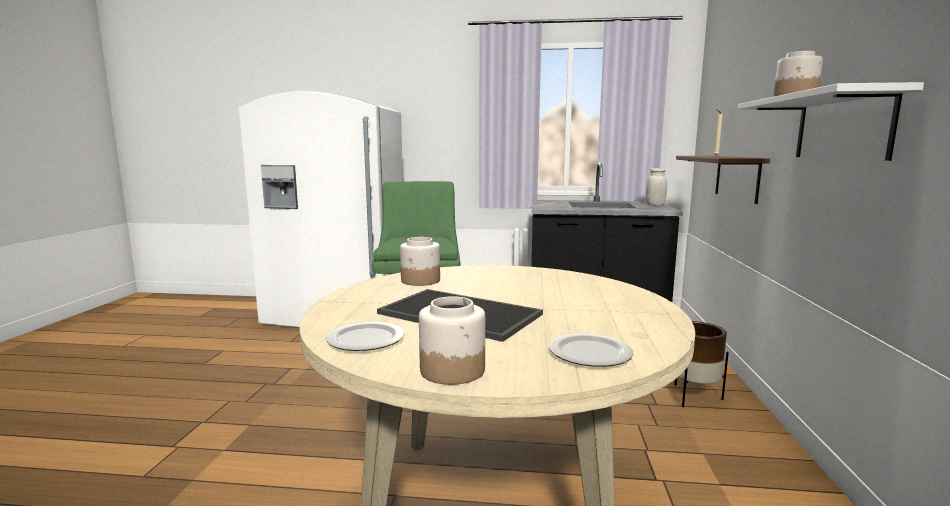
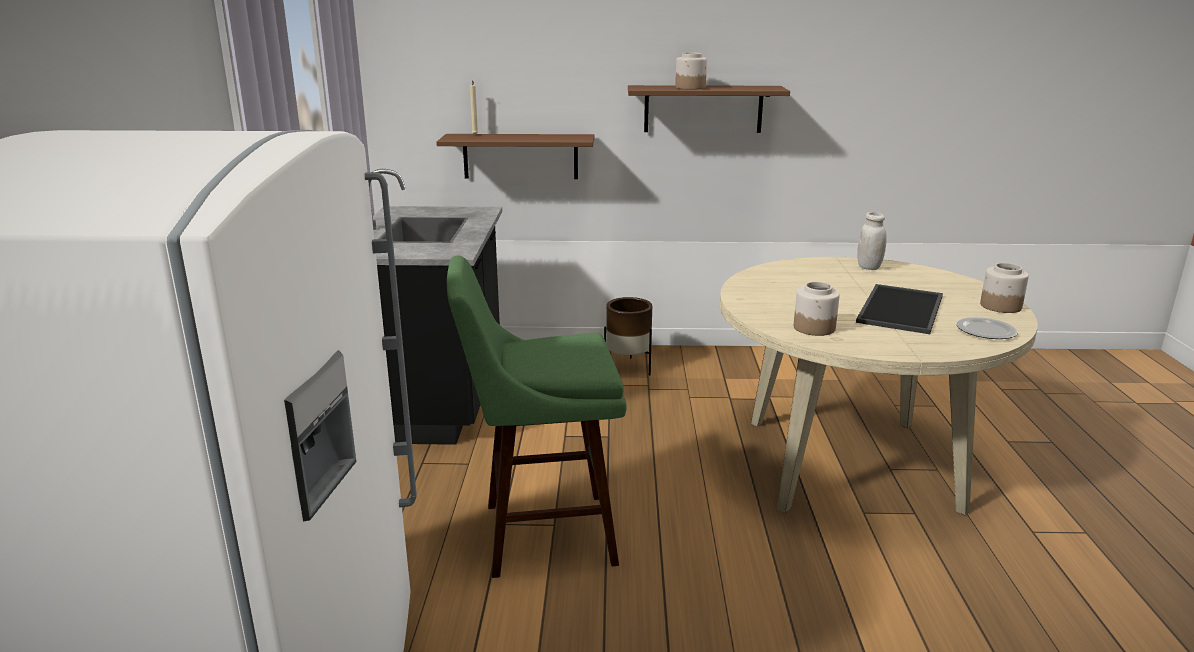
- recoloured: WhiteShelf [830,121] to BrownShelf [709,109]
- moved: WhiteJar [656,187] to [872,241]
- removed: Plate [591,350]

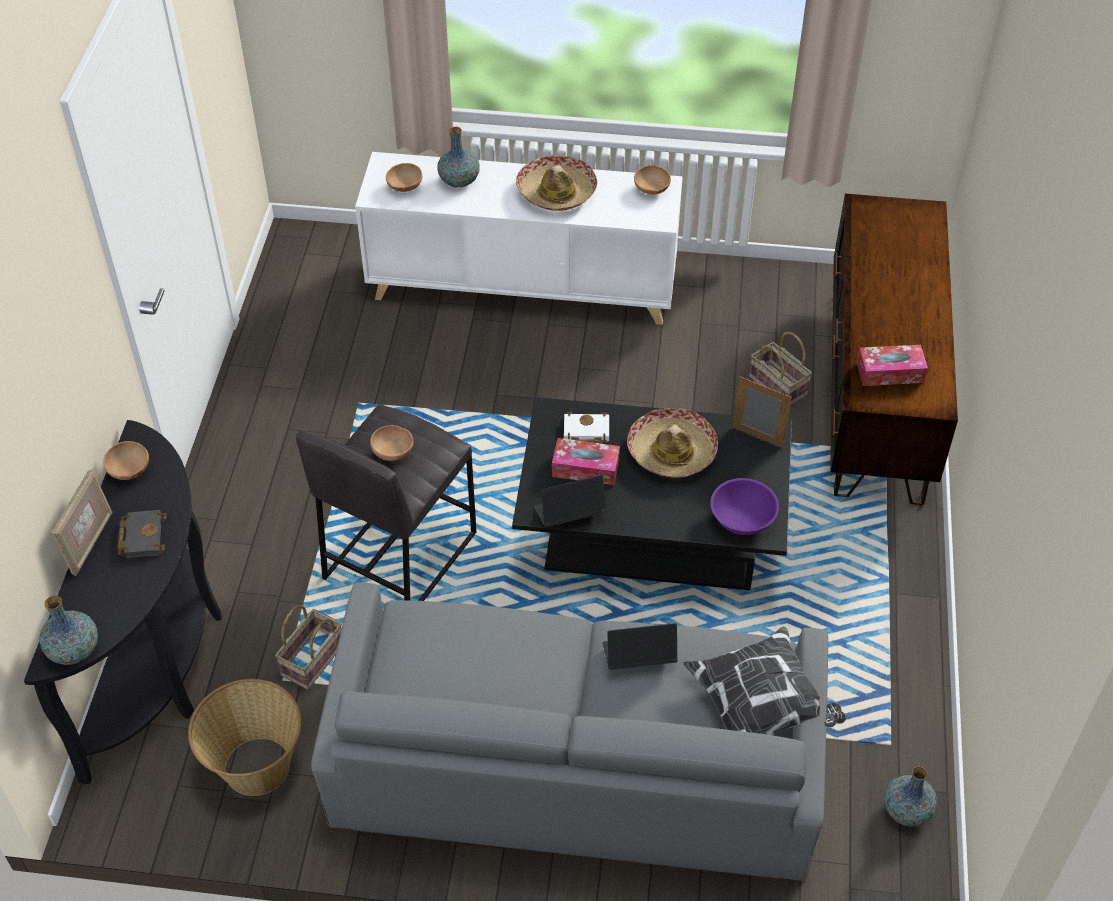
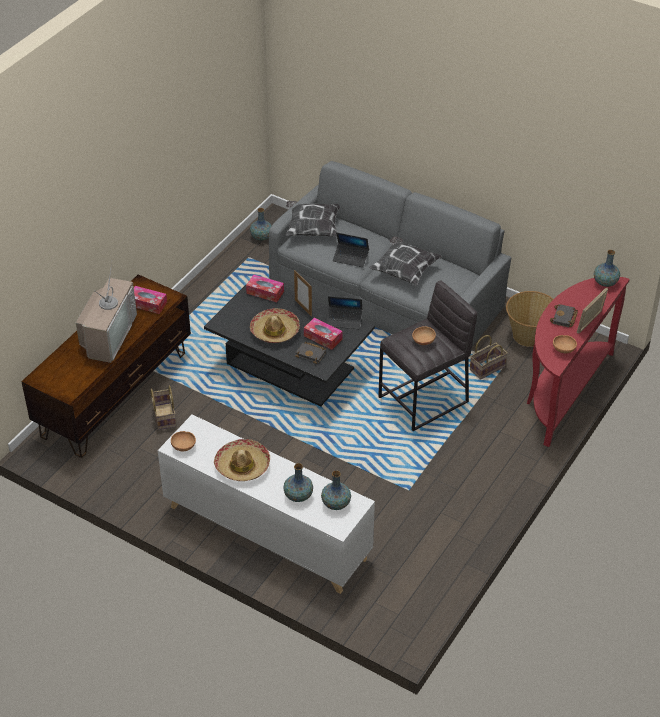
- added: Television [106,313]
- replaced: PurpleBowl [744,506] to TissueBox [265,288]
- moved: PictureFrame [762,411] to [303,293]
- recoloured: WhiteBook [586,428] to BlackBook [310,353]
- replaced: BrownBowl [404,177] to Vase [336,490]
- added: Pillow [405,261]
- recoloured: BlackConsoleTable [123,602] to RedConsoleTable [578,362]

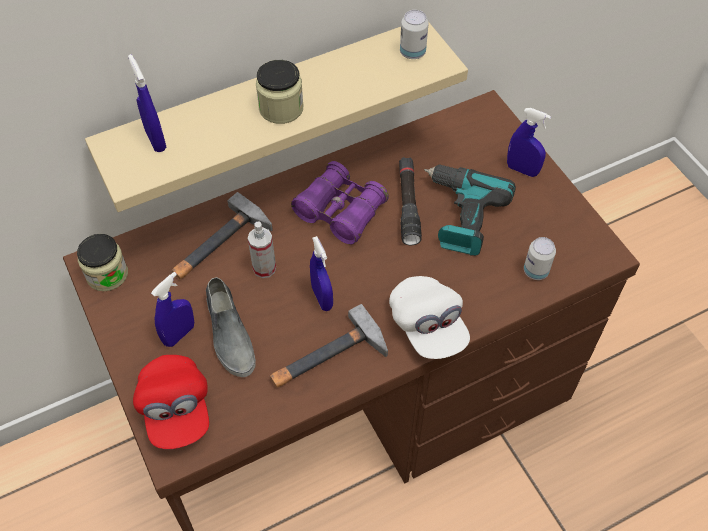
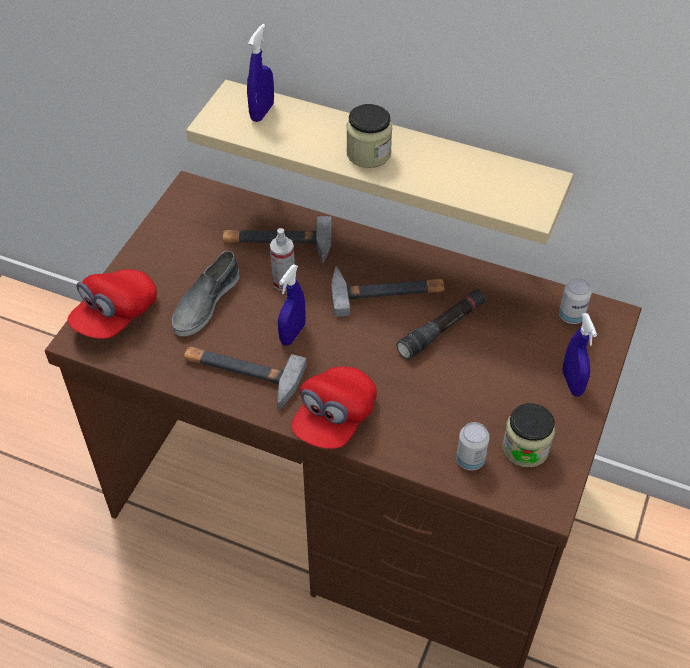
- recoloured: WhiteCap [429,317] to RedCap [334,407]
- replaced: PurpleBinoculars [340,203] to Hammer [387,291]
- moved: Jar [102,262] to [529,435]
- moved: Can [414,34] to [575,301]
- removed: BlueSprayBottle [172,309]
- removed: PowerDrill [470,210]

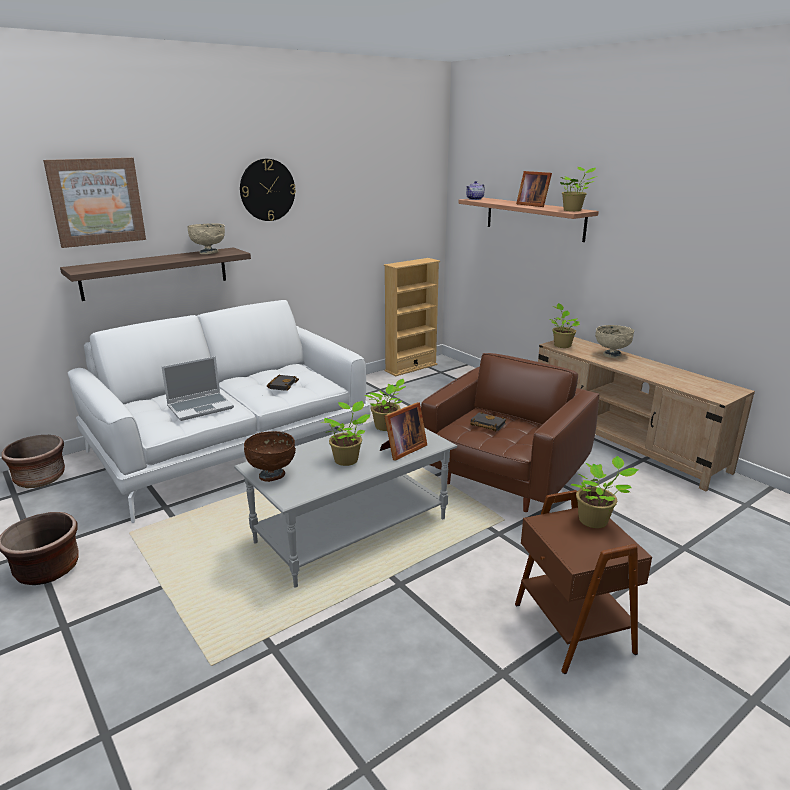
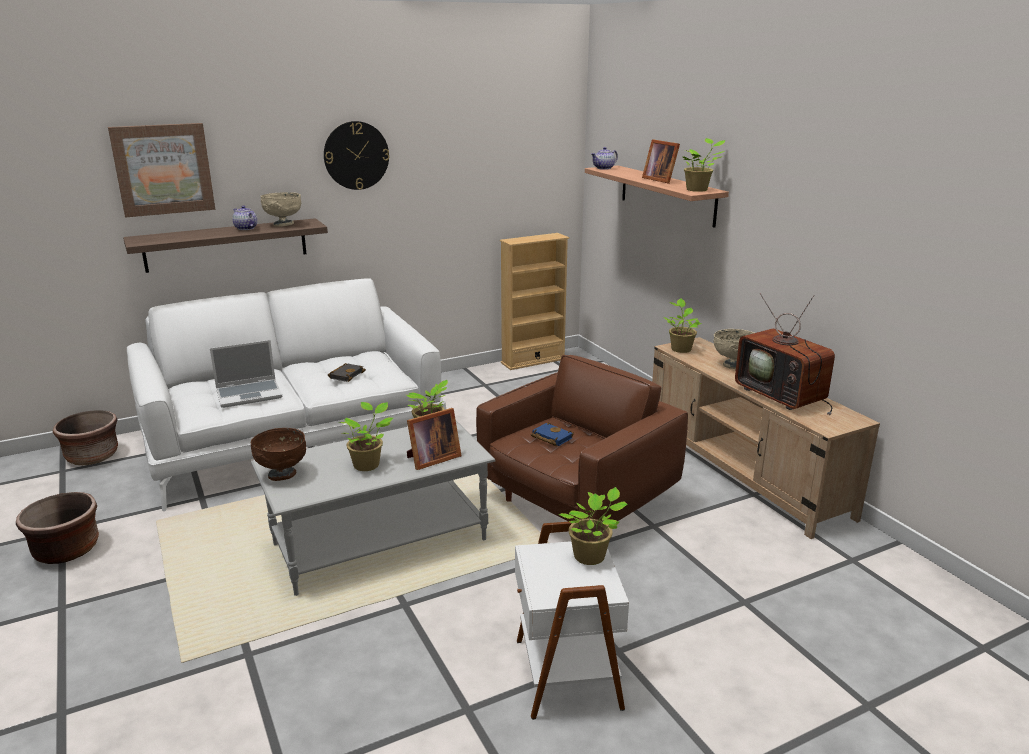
- added: Teapot [244,217]
- recoloured: BrownSideTable [583,582] to WhiteSideTable [572,621]
- recoloured: BlackBook [488,421] to BlueBook [552,434]
- added: Television [785,354]

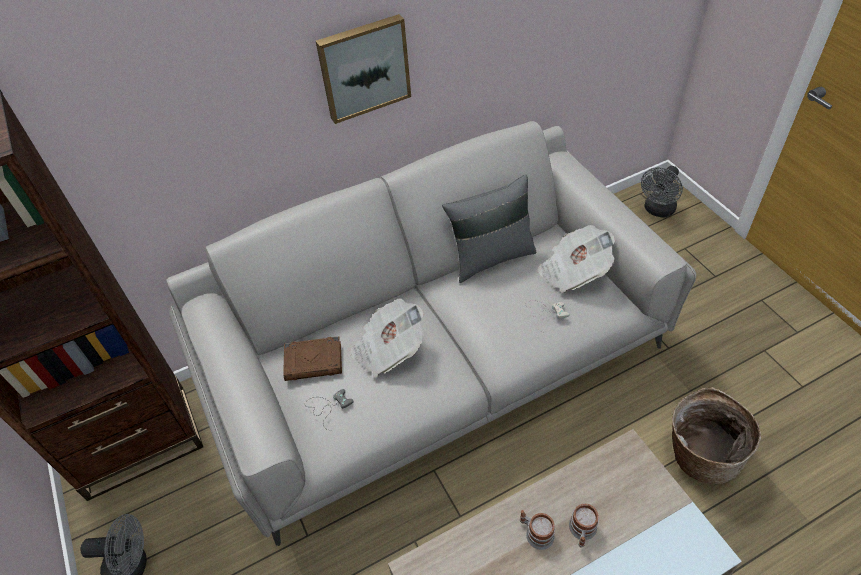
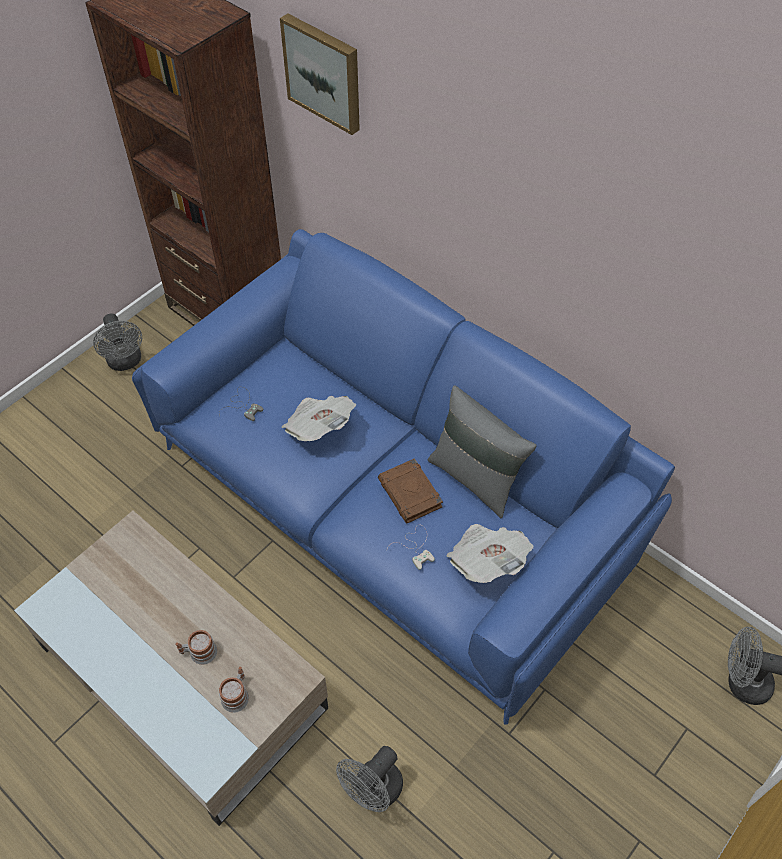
- recoloured: GreySofa [431,333] to BlueSofa [403,477]
- moved: Mug [537,530] to [234,690]
- moved: Picture [363,69] to [320,74]
- replaced: Basket [716,435] to GreyFan [369,779]
- moved: BrownBook [312,358] to [410,490]

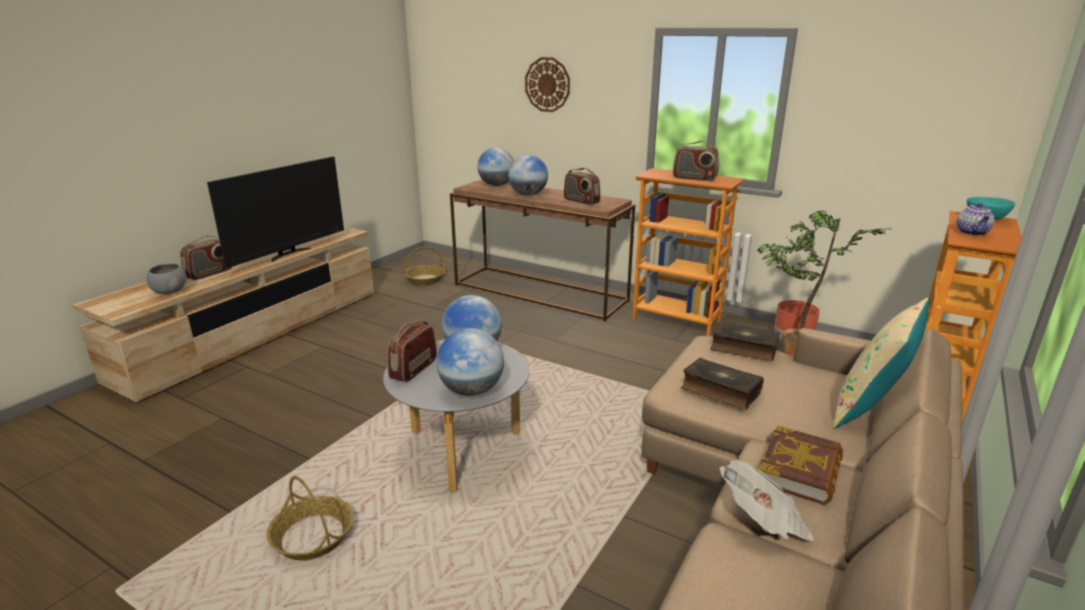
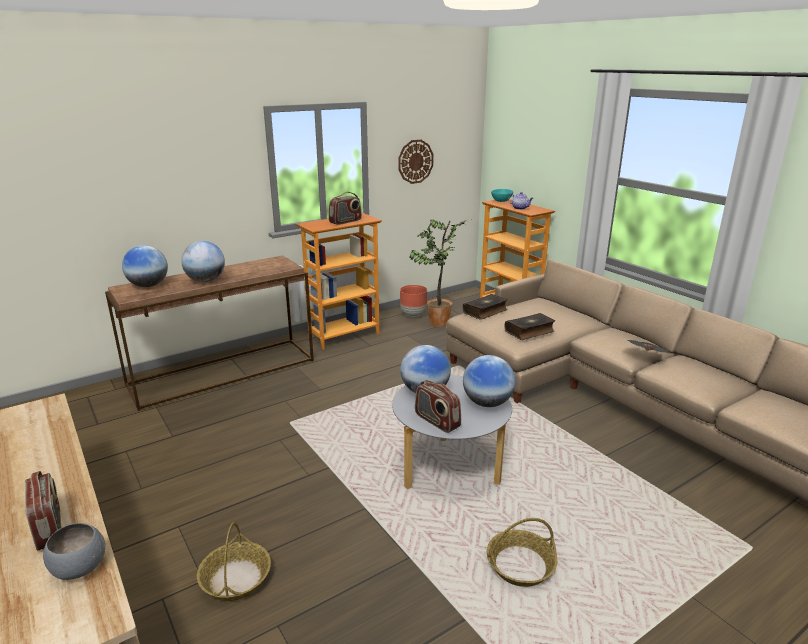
- moved: Basket [424,265] to [234,561]
- moved: WallClock [547,84] to [416,162]
- removed: Television [275,212]
- removed: Radio [582,186]
- removed: Book [801,465]
- removed: BeigePillow [881,363]

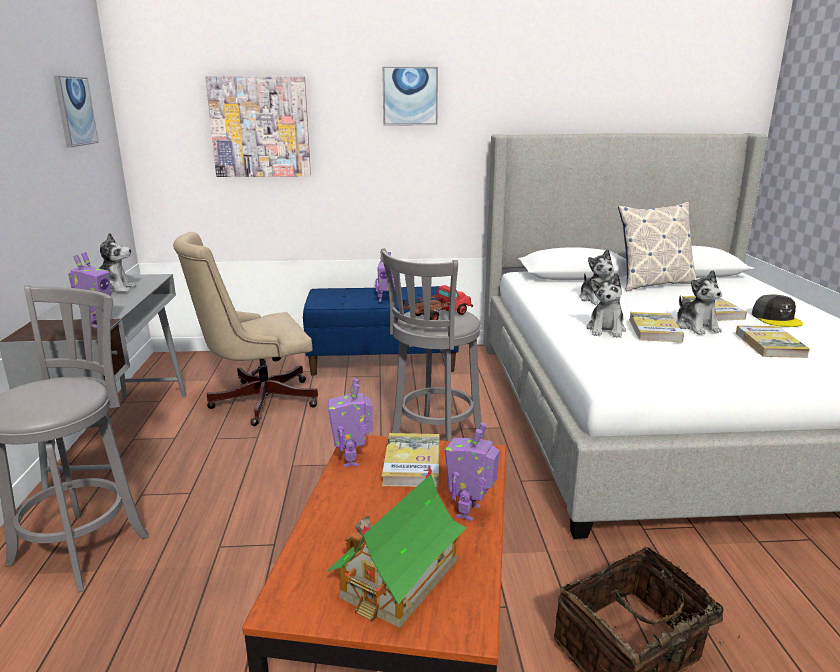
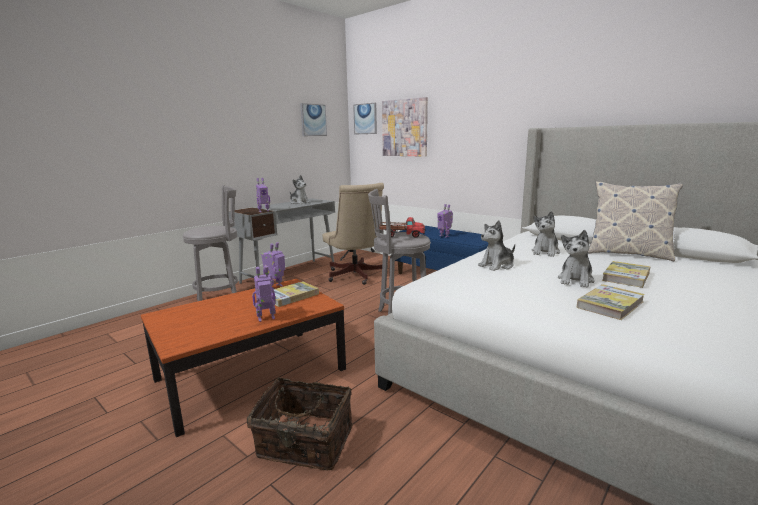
- turned: BeigeOfficeChair [245,329] = [353,234] 135 degrees counterclockwise
- moved: Picture [410,96] to [365,118]
- removed: ToyHouse [397,548]
- removed: Book [656,327]
- removed: GreyCap [777,311]

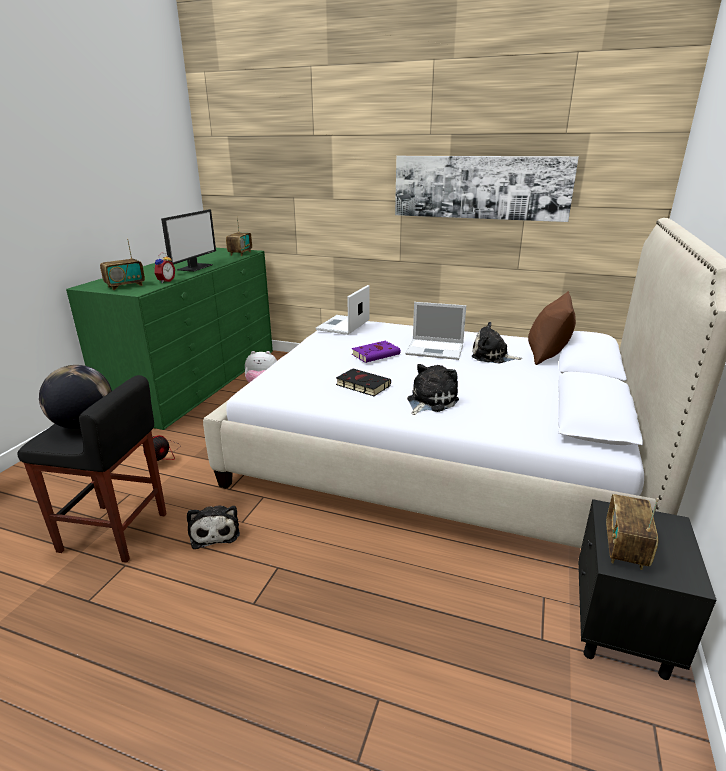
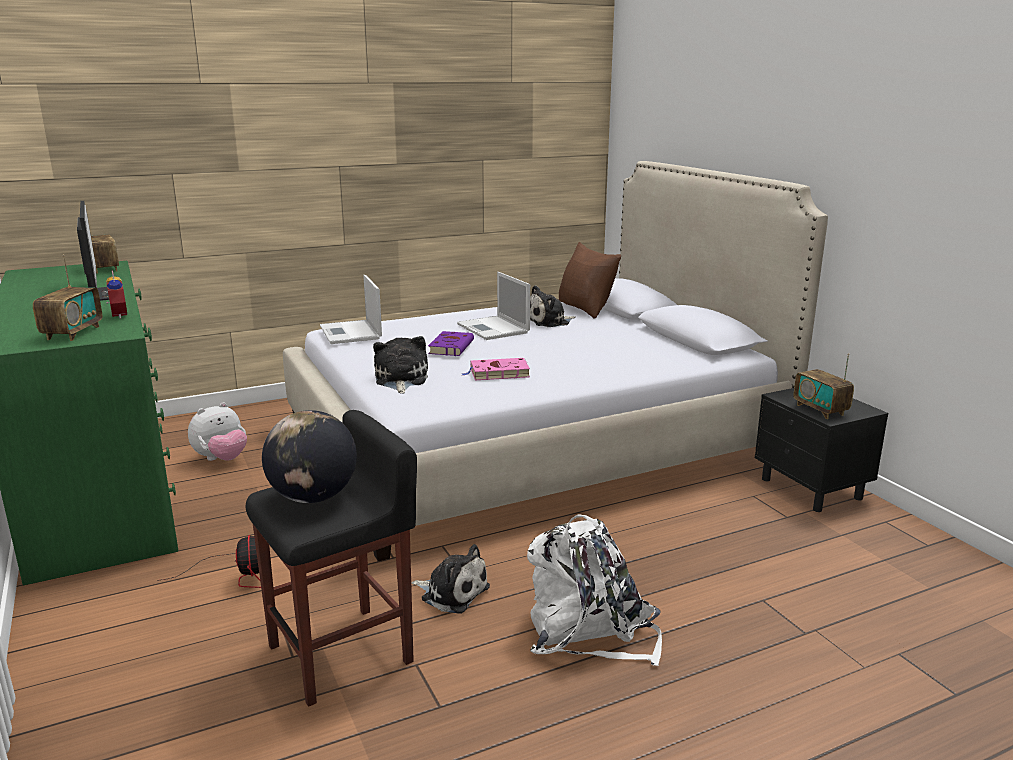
- moved: PlushToy [433,389] to [400,364]
- turned: Laptop [435,331] = [493,306] 90 degrees clockwise
- recoloured: BlackBook [363,382] to PinkBook [496,369]
- added: WhiteBackpack [594,590]
- removed: Picture [487,189]

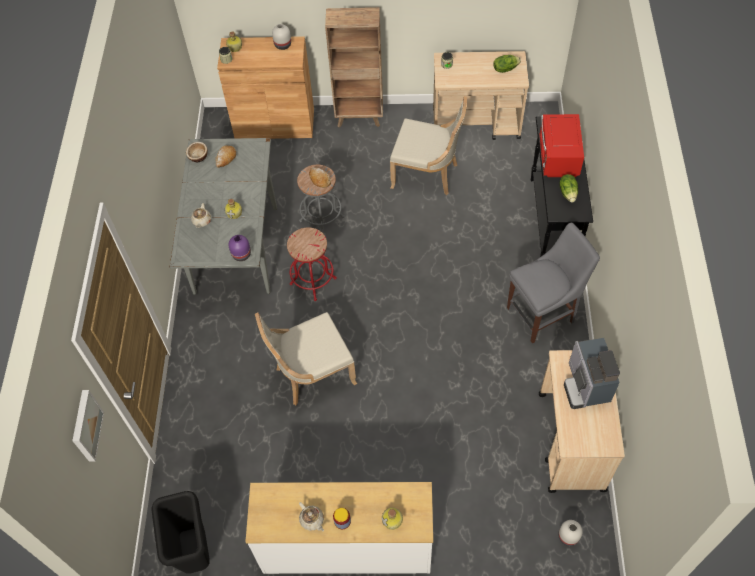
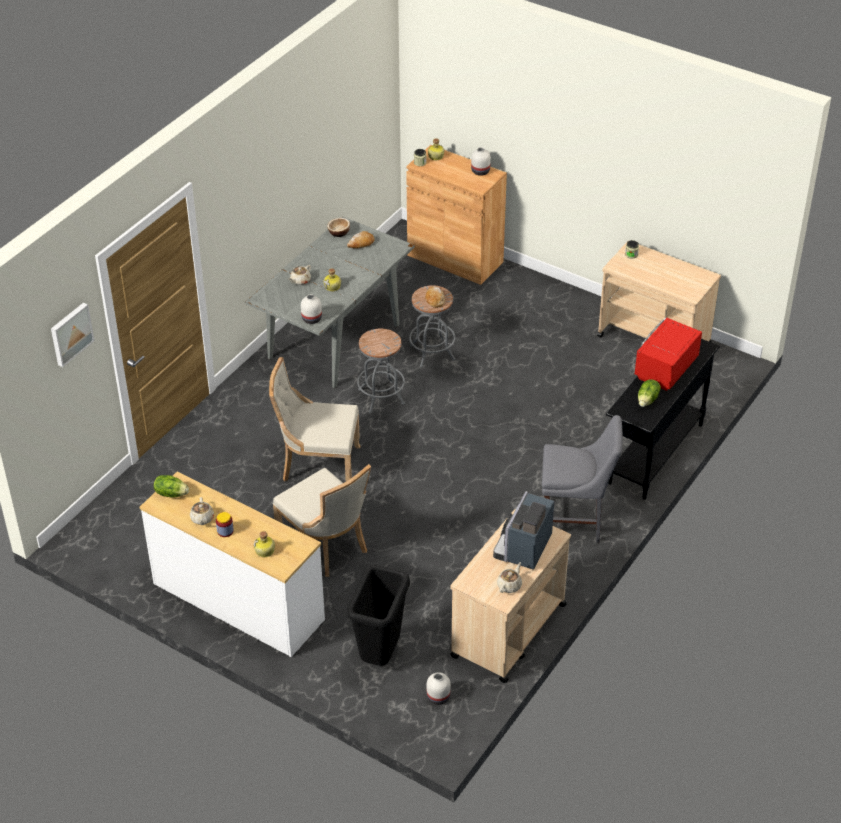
- moved: Lettuce [507,64] to [171,486]
- moved: BeigeChair [428,145] to [322,520]
- recoloured: PurpleVase [240,248] to WhiteVase [311,309]
- moved: BlackTrashCan [181,532] to [378,615]
- recoloured: RedStool [312,264] to GreyStool [381,371]
- added: BeigeTeapot [509,577]
- removed: BrownBookcase [354,67]

